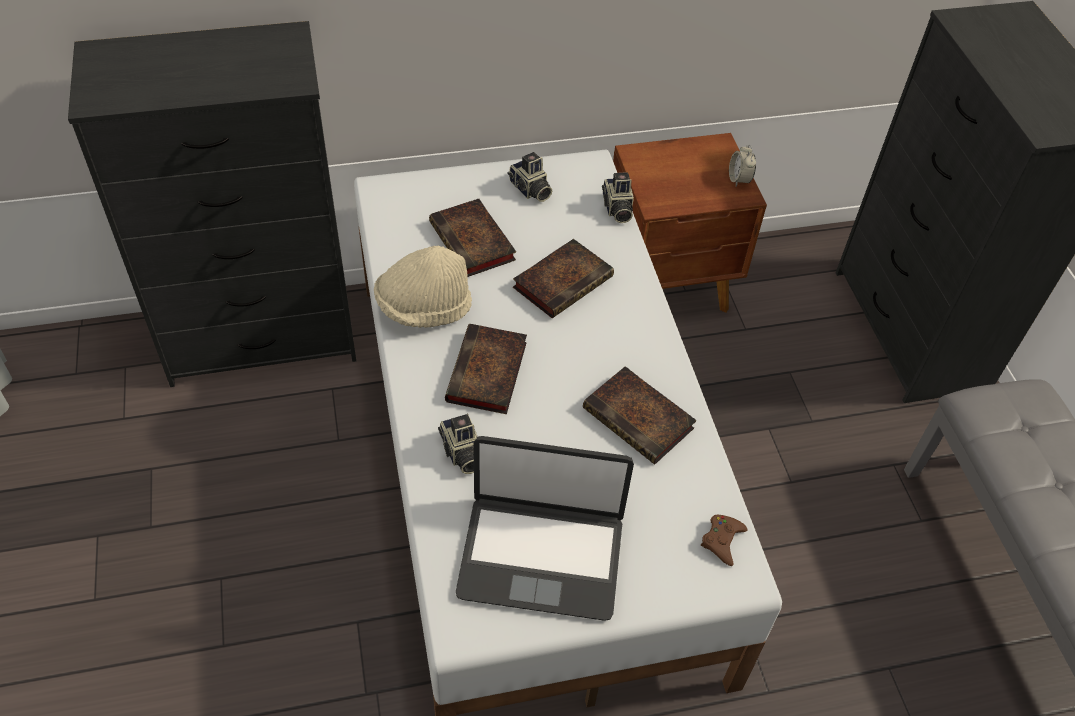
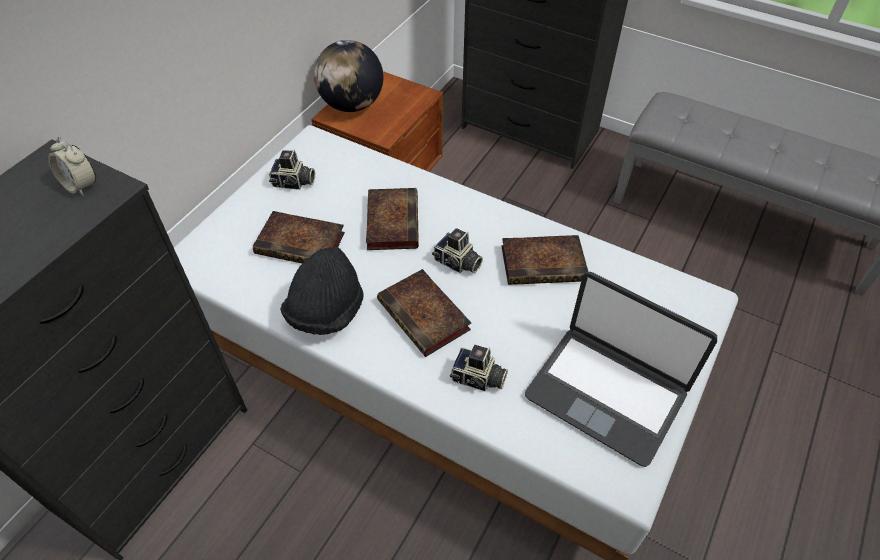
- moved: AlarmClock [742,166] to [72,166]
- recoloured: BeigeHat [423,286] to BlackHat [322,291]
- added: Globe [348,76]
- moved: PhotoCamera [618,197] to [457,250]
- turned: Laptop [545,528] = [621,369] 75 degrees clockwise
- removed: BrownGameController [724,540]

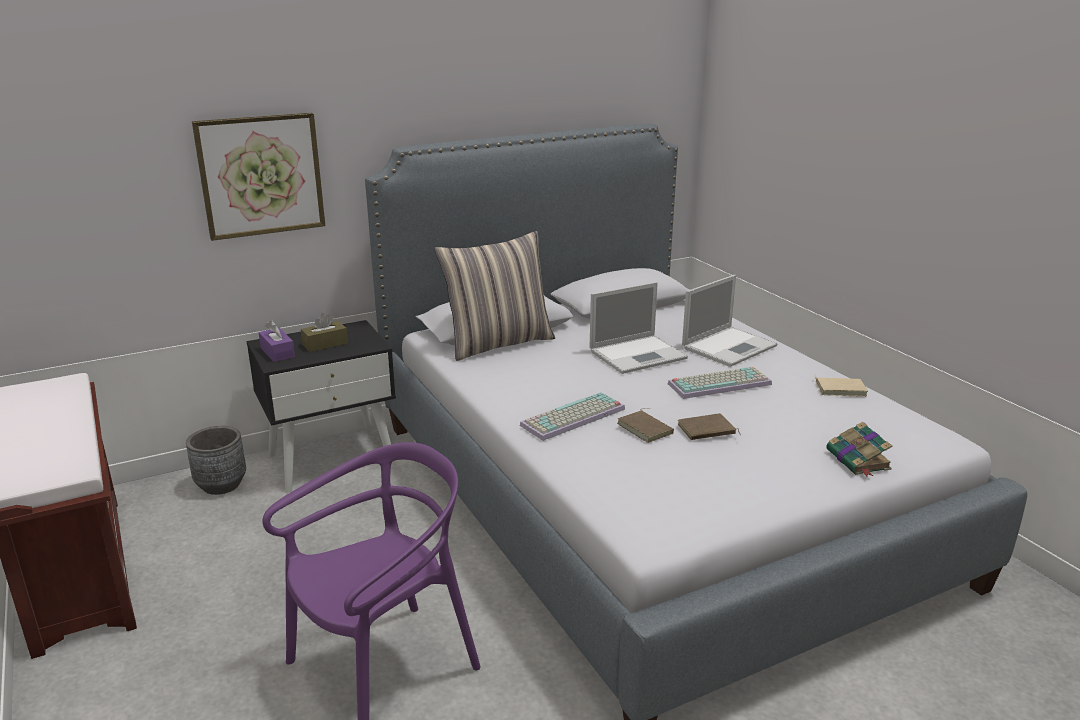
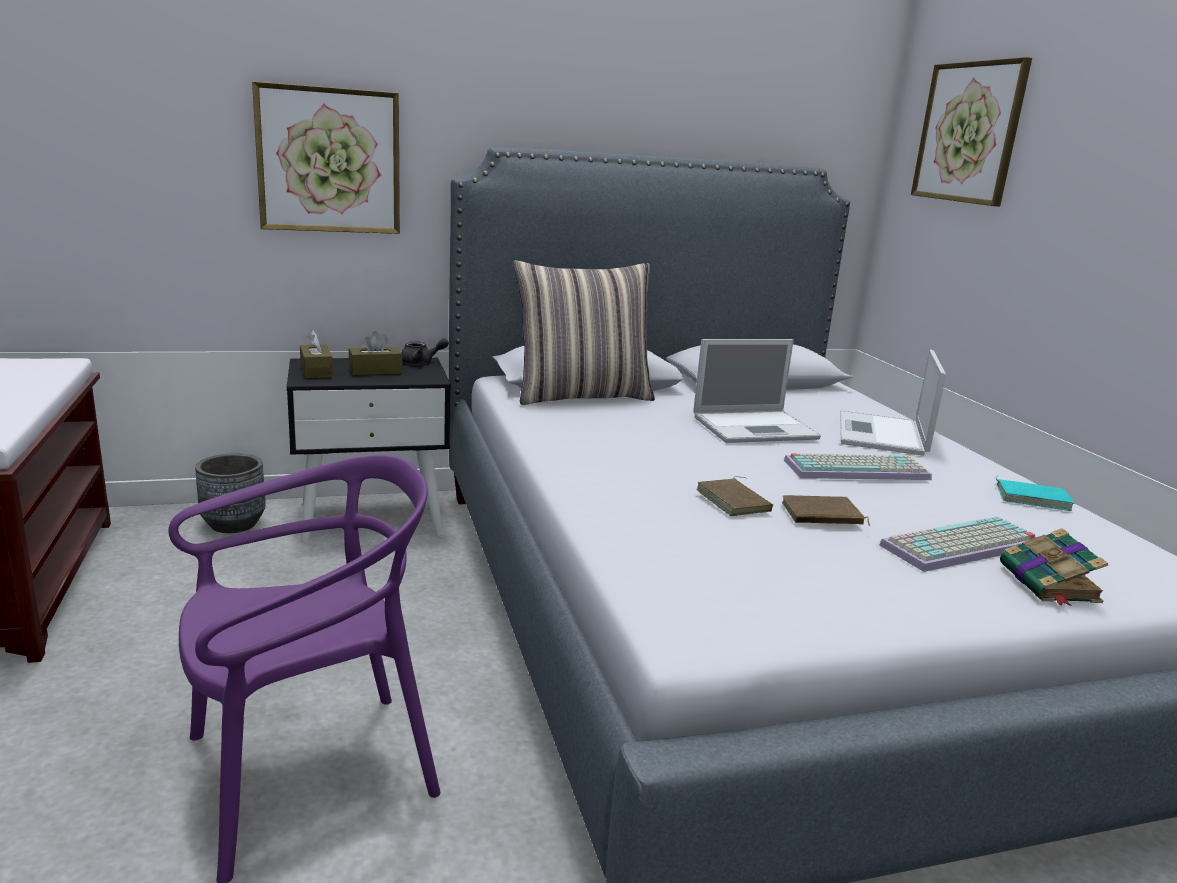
- recoloured: PurpleTissueBox [277,341] to BrownTissueBox [316,354]
- added: GreyTeapot [425,351]
- turned: Laptop [730,321] = [893,402] 135 degrees clockwise
- moved: Keyboard [572,416] to [957,544]
- added: Picture [971,132]
- recoloured: BeigeBook [841,385] to TurquoiseBook [1035,493]

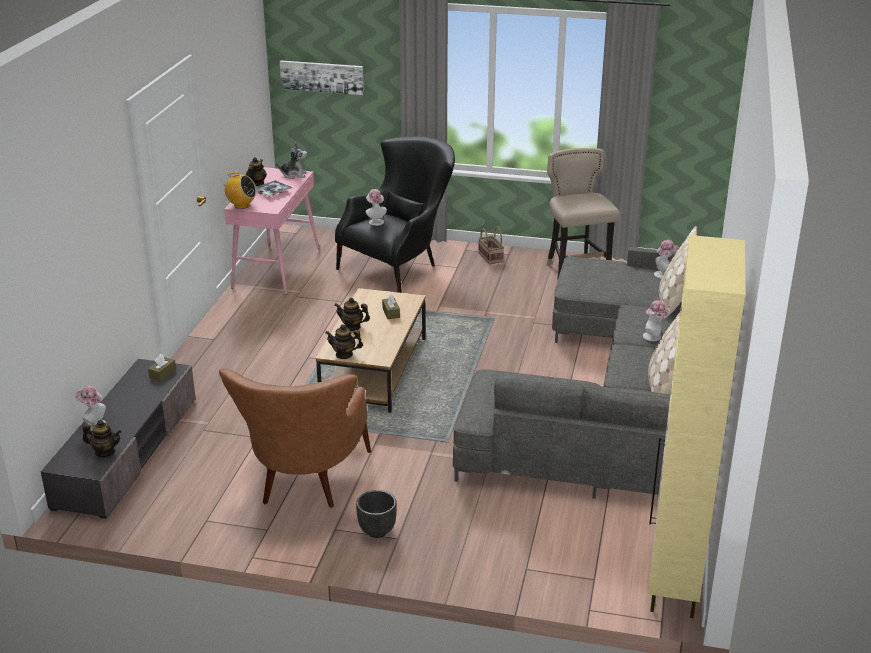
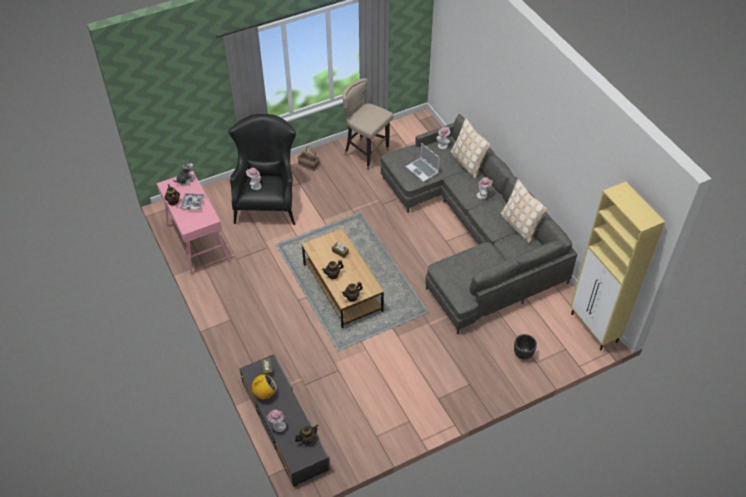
- moved: Radio [240,190] to [264,386]
- added: Laptop [423,162]
- moved: BlackPlanter [376,514] to [525,347]
- removed: BrownArmchair [295,438]
- removed: Picture [322,77]

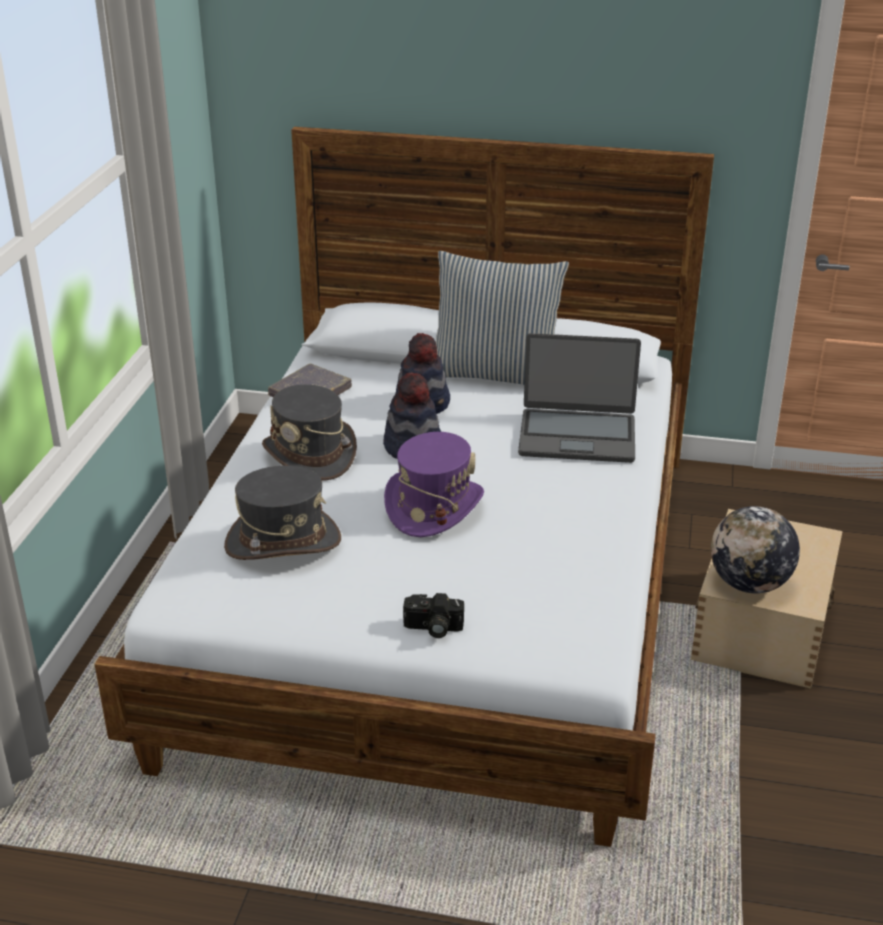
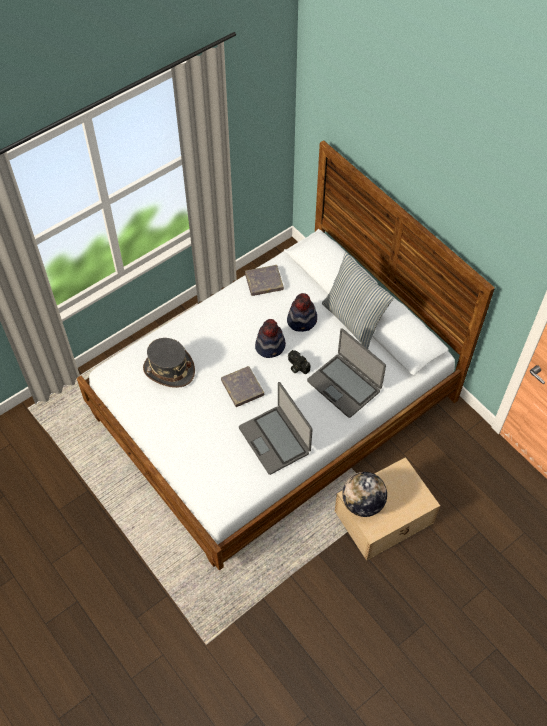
- replaced: PurpleHat [434,484] to GreyBook [242,386]
- added: Laptop [275,428]
- moved: PhotoCamera [433,615] to [299,362]
- removed: GreyHat [309,432]

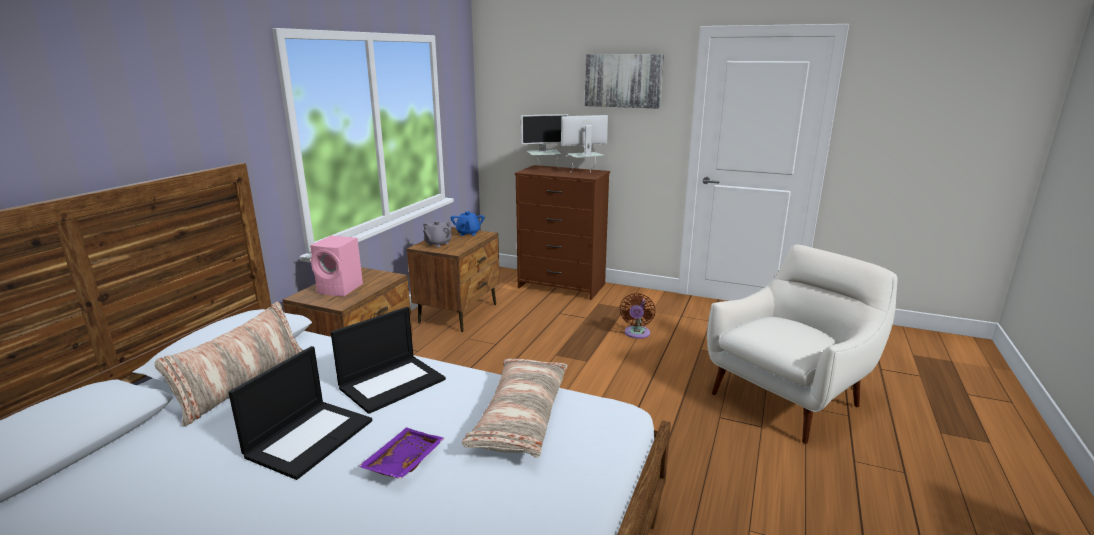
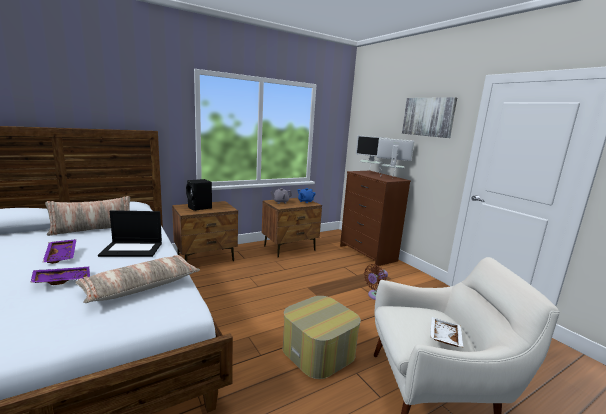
- replaced: Laptop [300,413] to PurpleTray [59,251]
- recoloured: PinkSpeaker [336,266] to BlackSpeaker [199,195]
- added: Ottoman [321,337]
- added: WhiteTray [447,332]

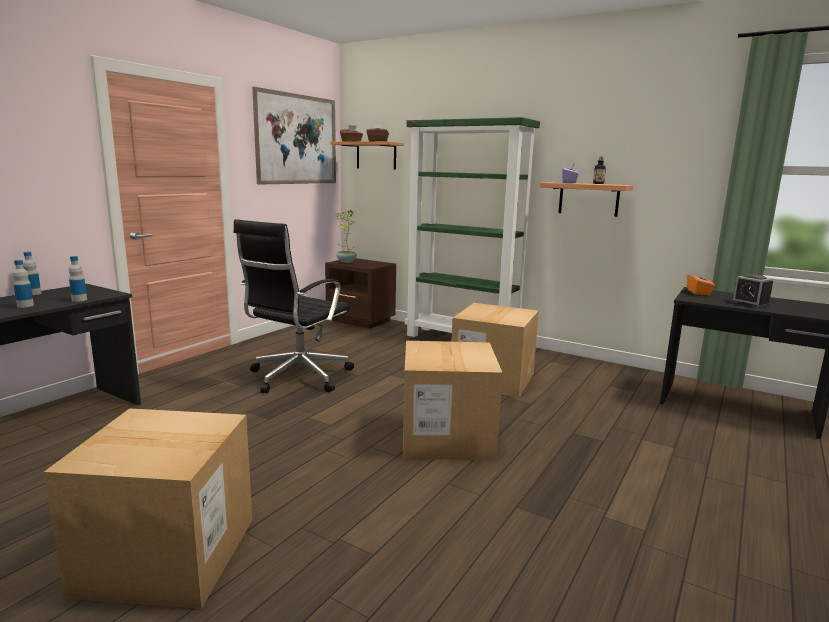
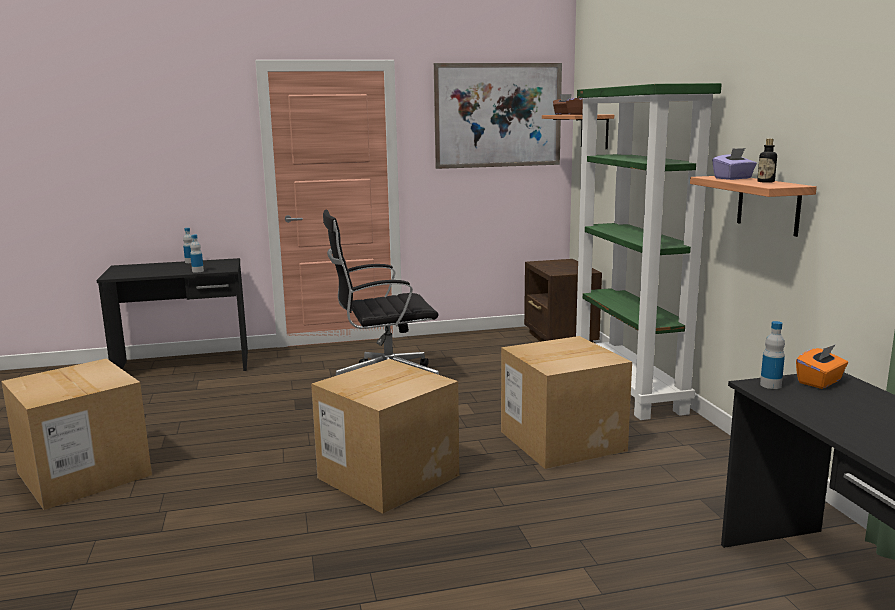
- moved: Bottle [23,284] to [772,355]
- removed: PottedPlant [346,236]
- removed: AlarmClock [752,291]

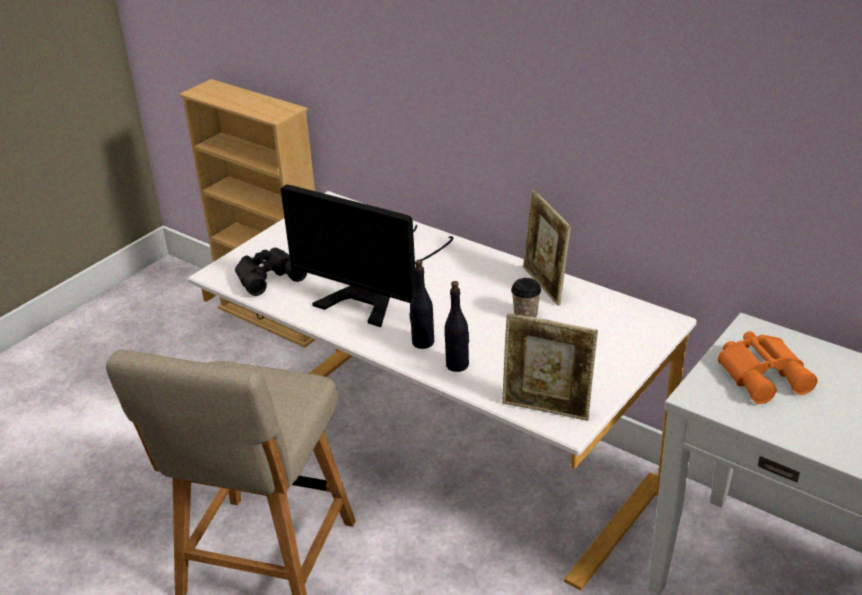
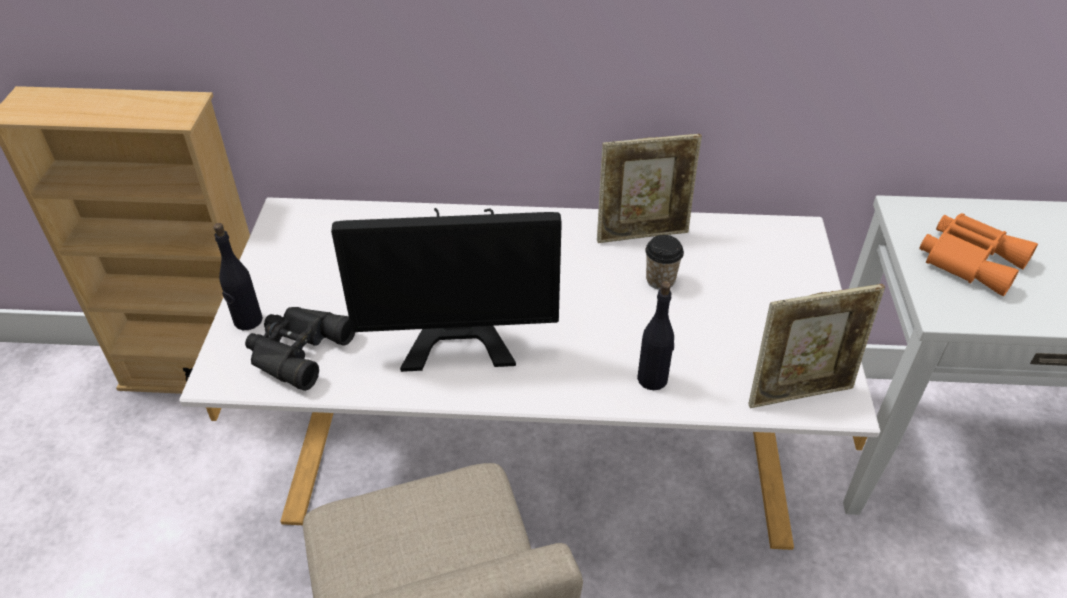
- moved: BlackBottle [421,304] to [238,276]
- turned: PictureFrame [547,248] = [649,188] 45 degrees counterclockwise

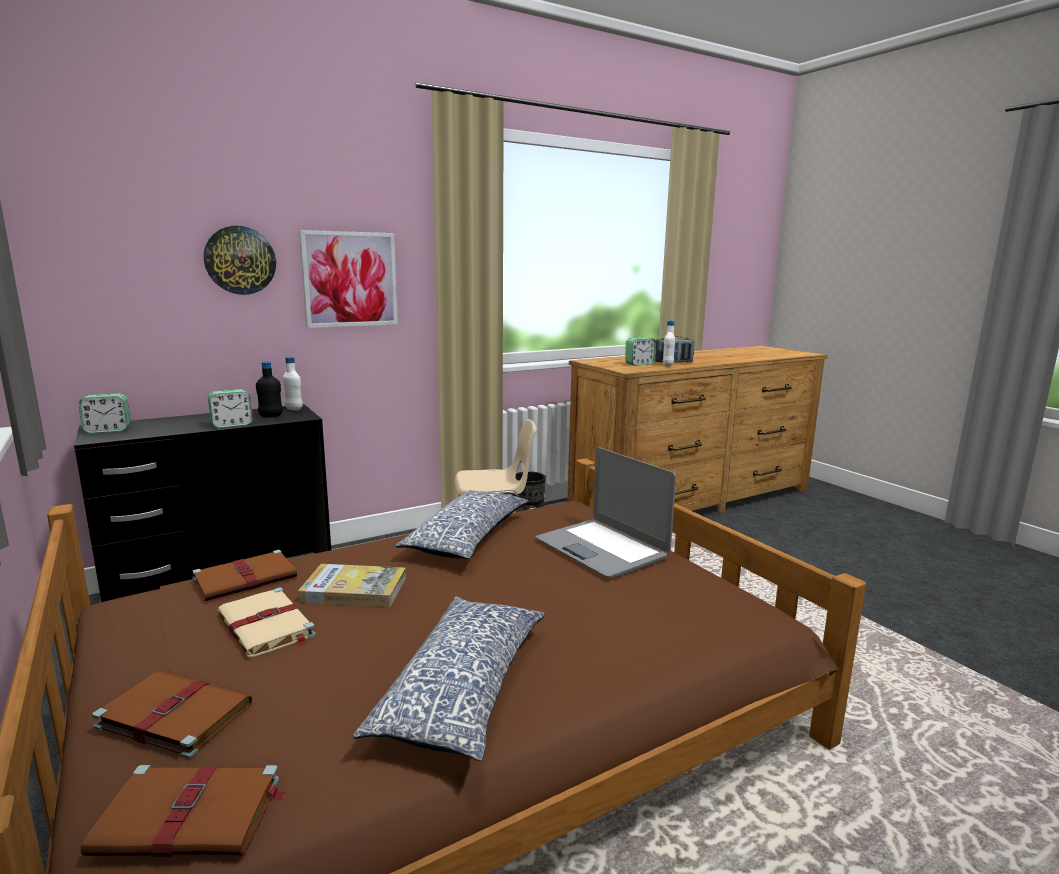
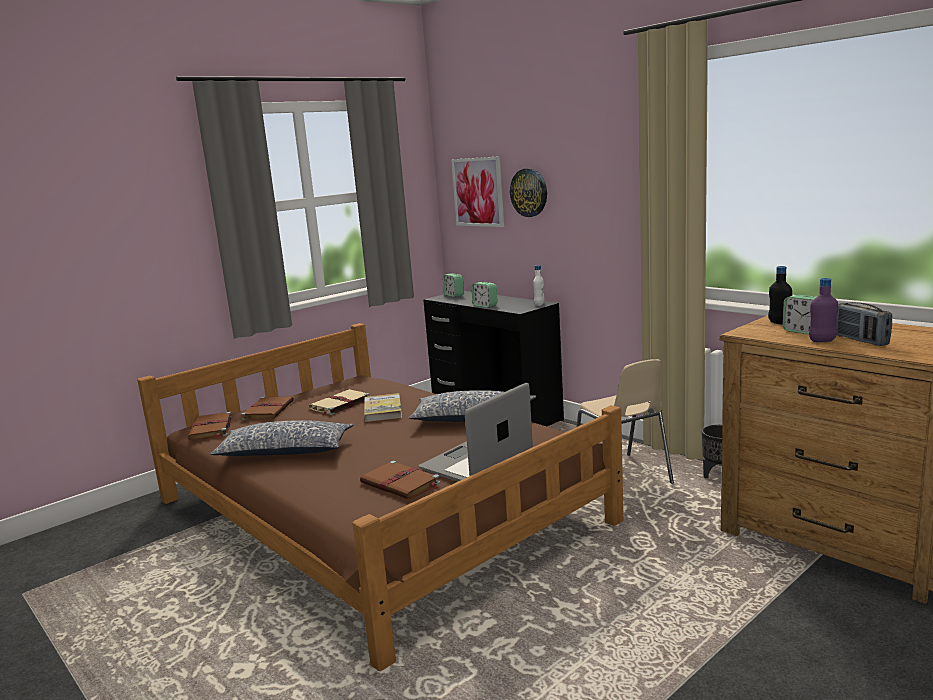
- moved: BrownBook [244,575] to [400,479]
- moved: Picture [348,279] to [477,191]
- moved: BlackBottle [269,389] to [780,295]
- recoloured: WhiteBottle [669,343] to PurpleBottle [823,310]

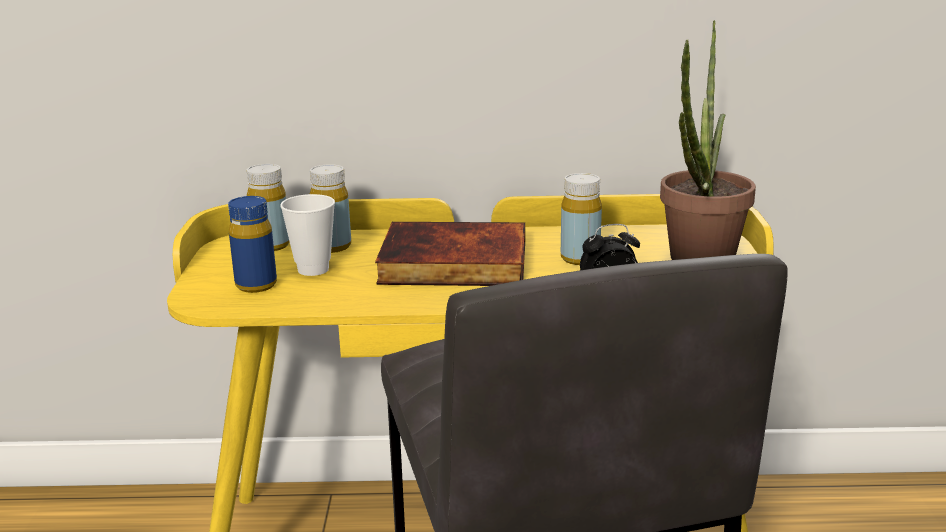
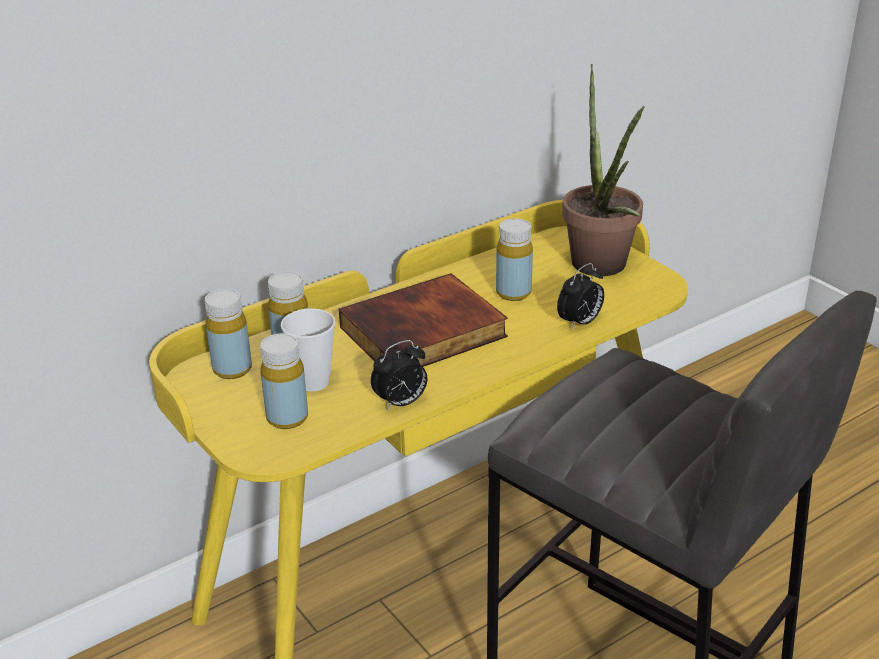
- recoloured: BlueBottle [252,244] to YellowBottle [284,381]
- added: AlarmClock [399,375]

